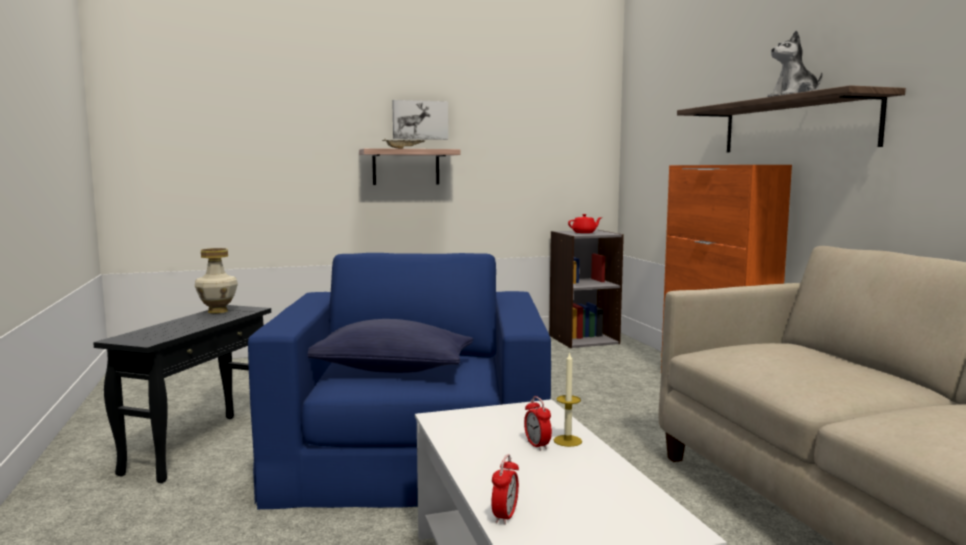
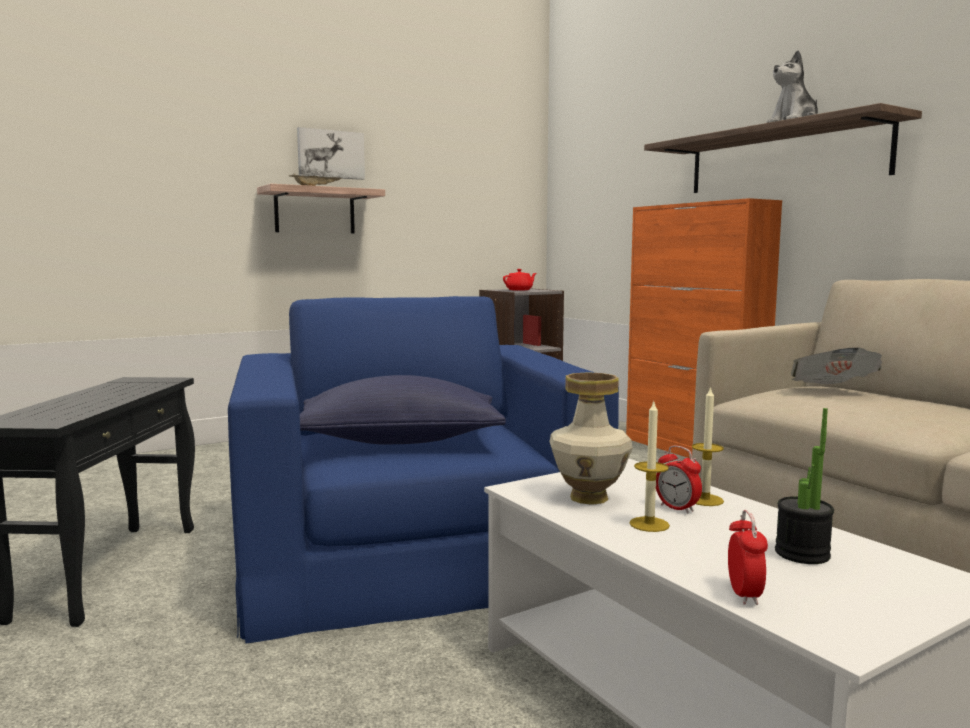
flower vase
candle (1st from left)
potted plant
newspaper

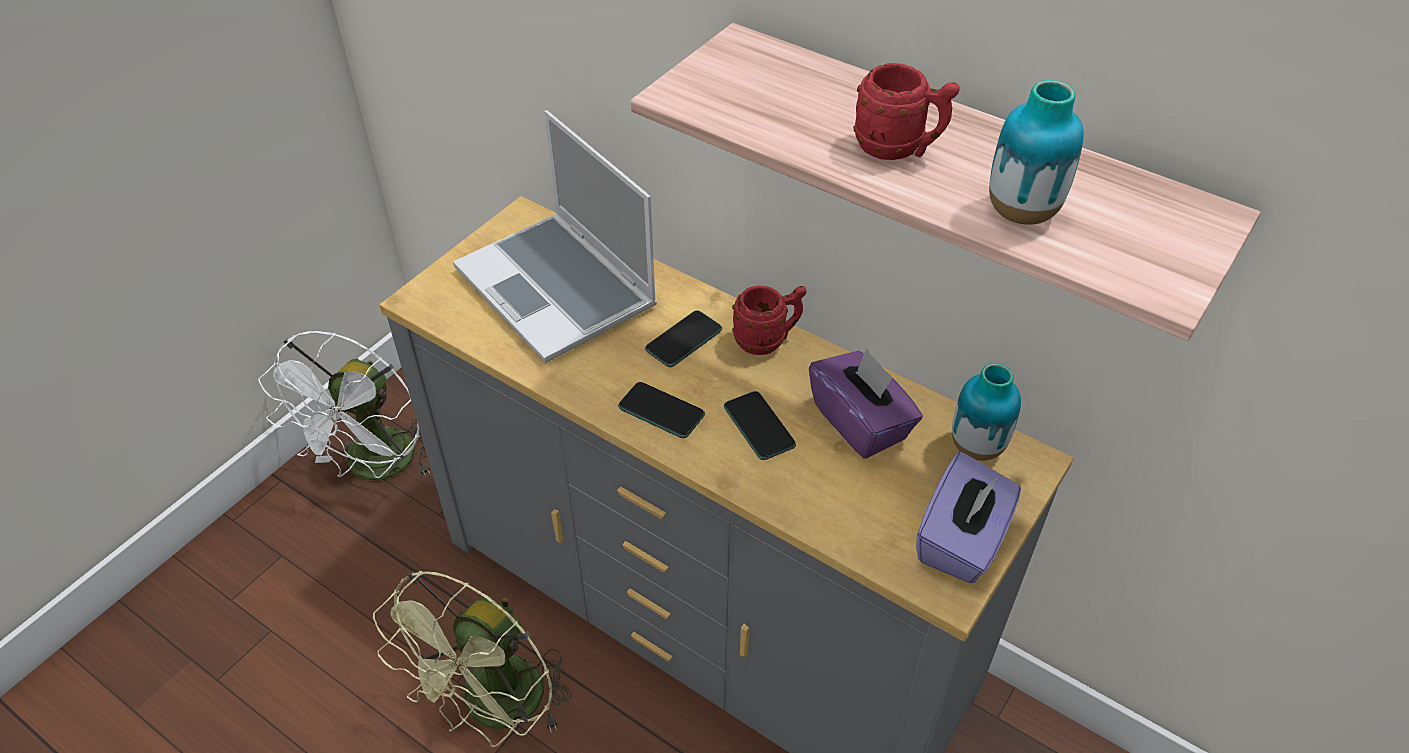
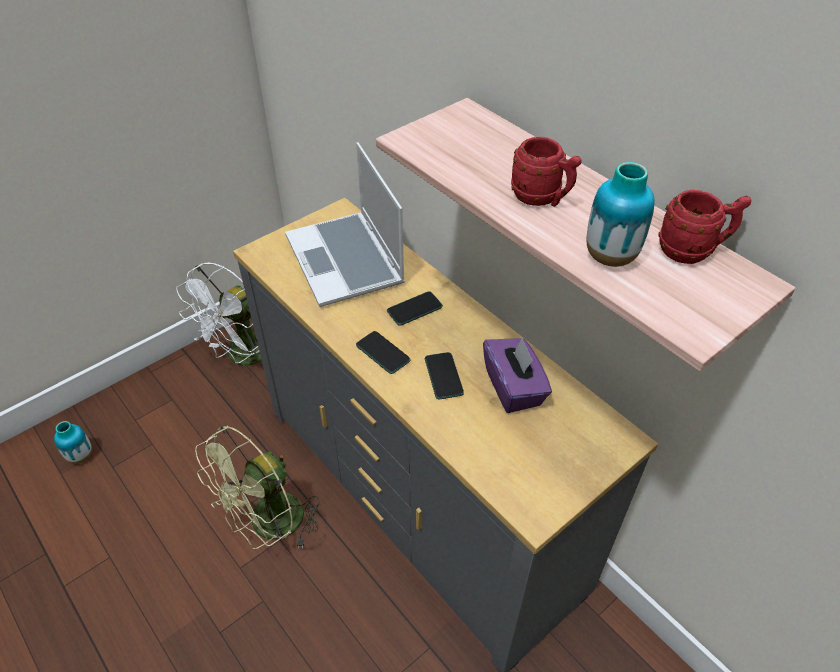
mug in red-coloured (2nd from left)
tissue holder in purple (2nd from left in the first image)
flower vase (1st from left)

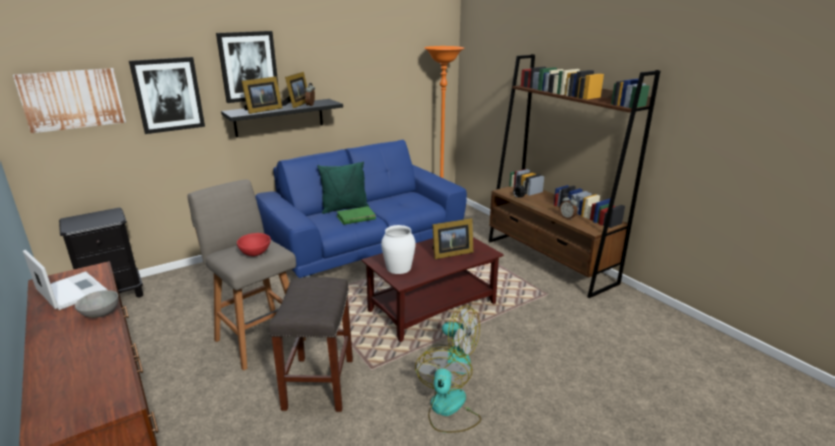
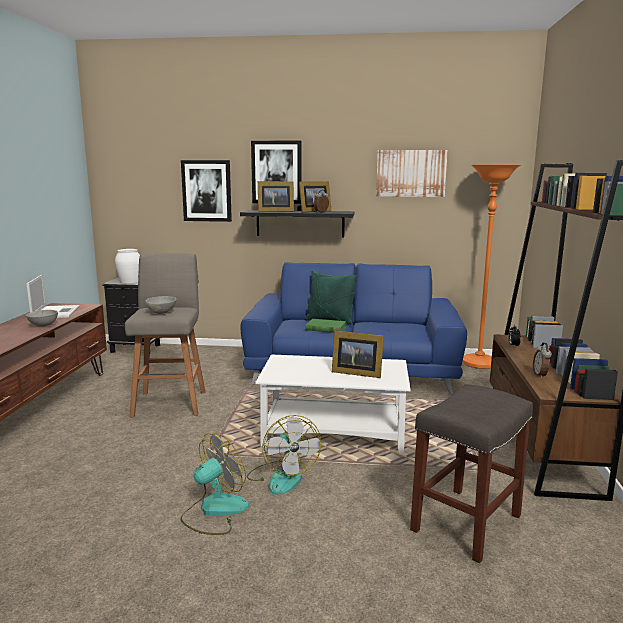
picture (3rd from left)
serving bowl in gray (2nd from left)
stool seat in gray (2nd from left)
low table in white
flower vase in white

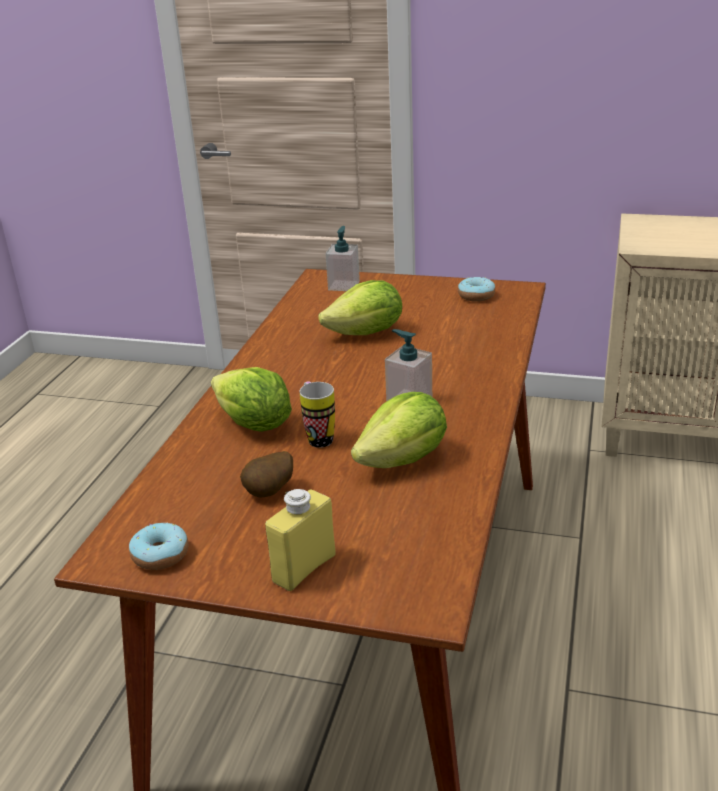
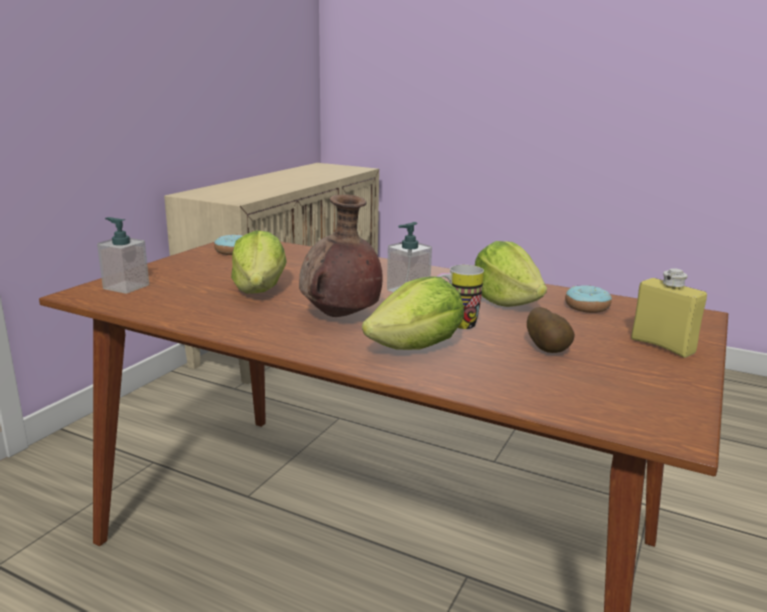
doughnut (2nd from left)
flower vase in brownish

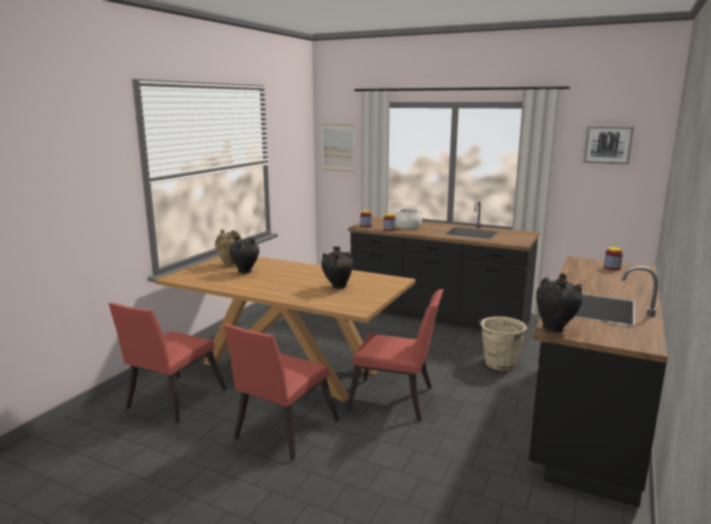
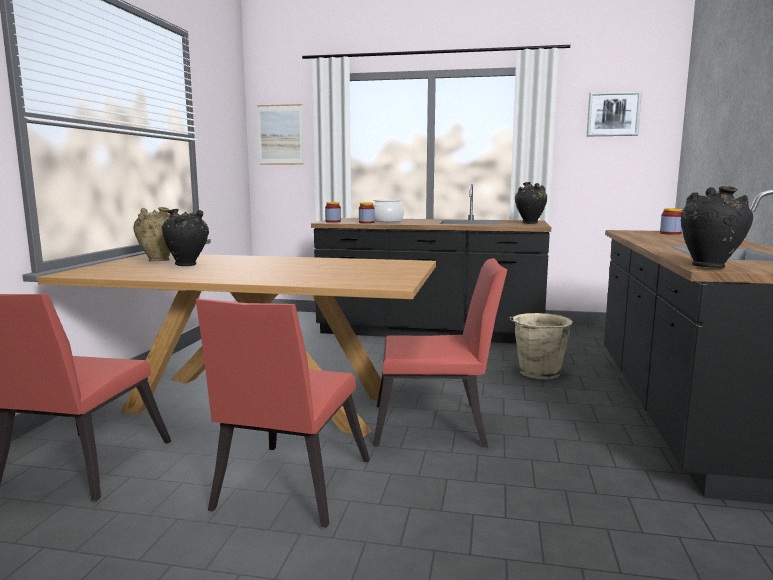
flower vase in blackish (2nd from left)

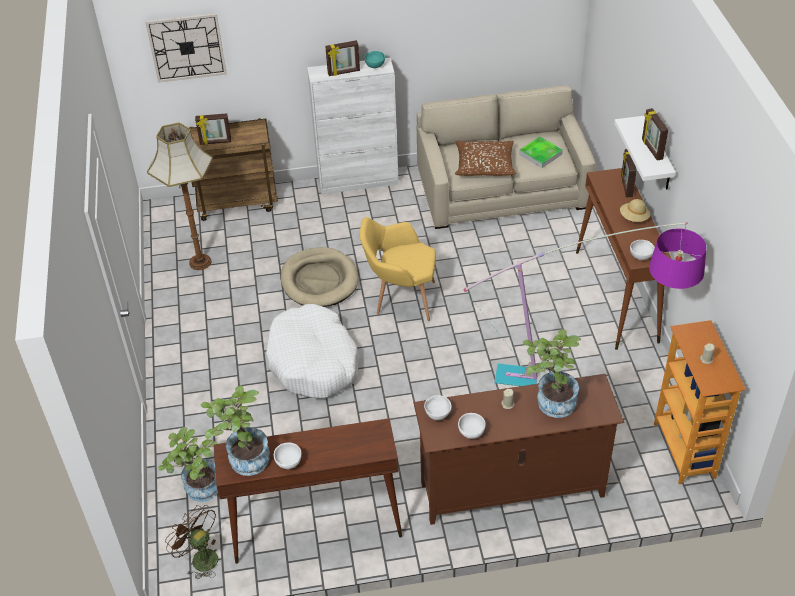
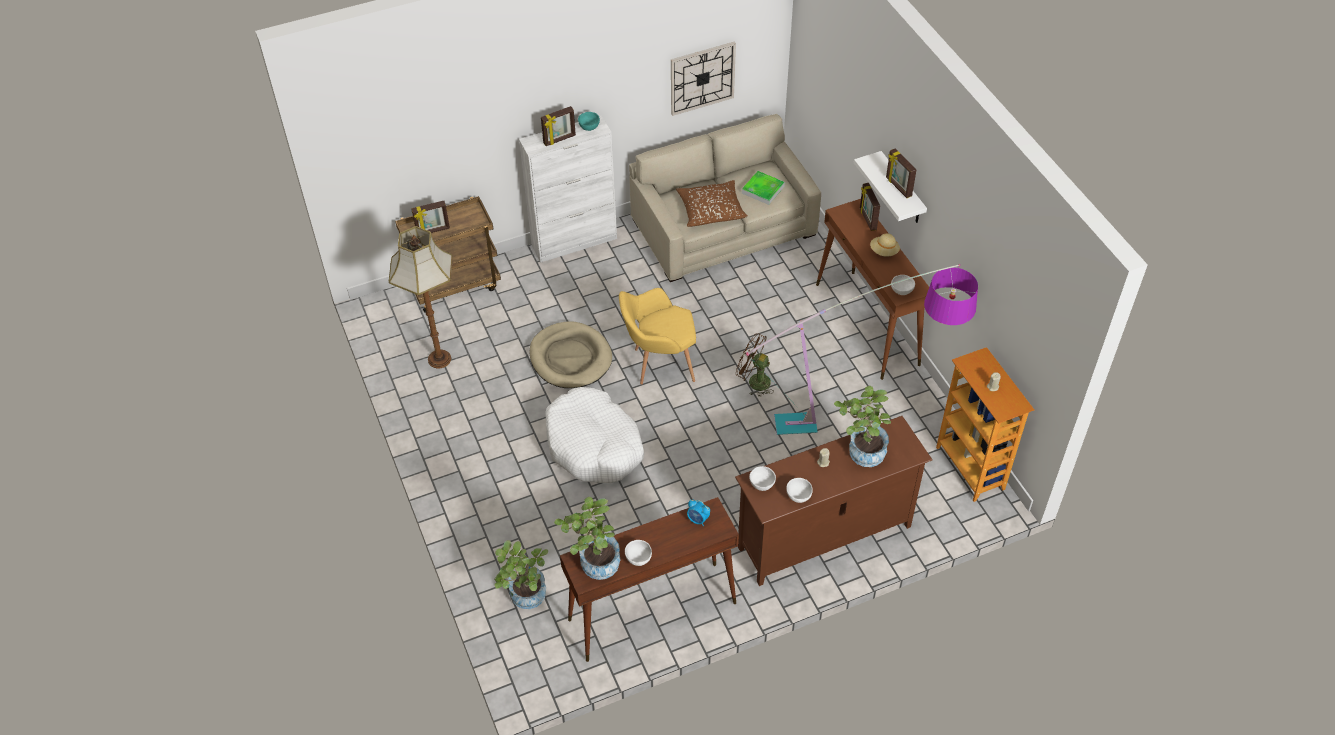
clock on the wall
cooling fan in brownish
alarm clock

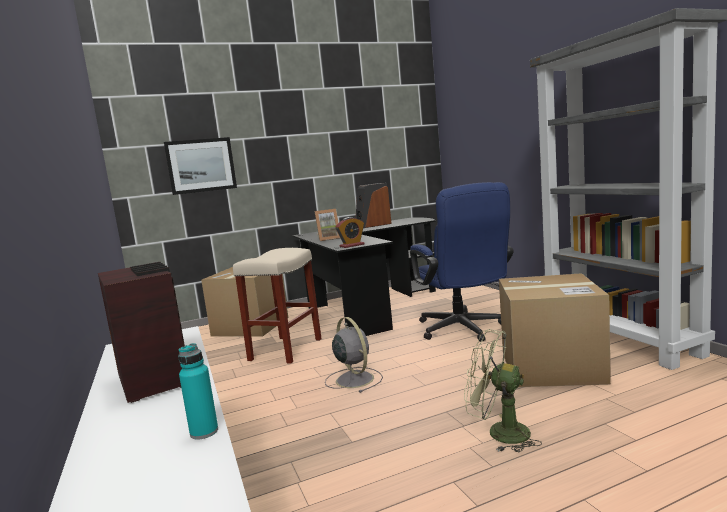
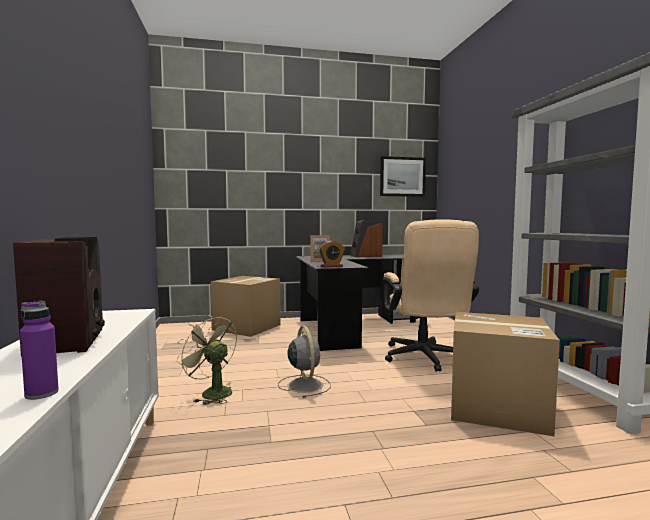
picture
beverage bottle in purple
stool seat in beige
office chair in beige
cooling fan in green

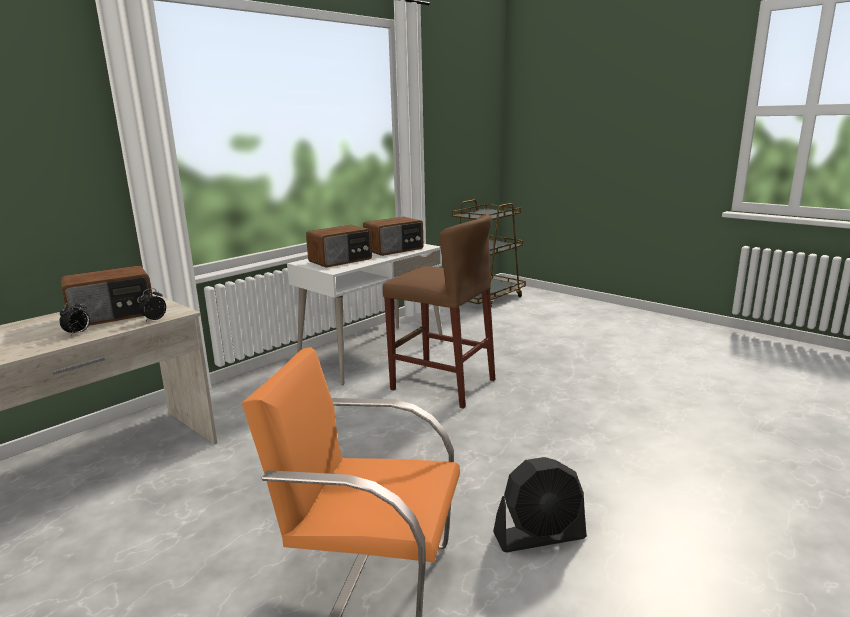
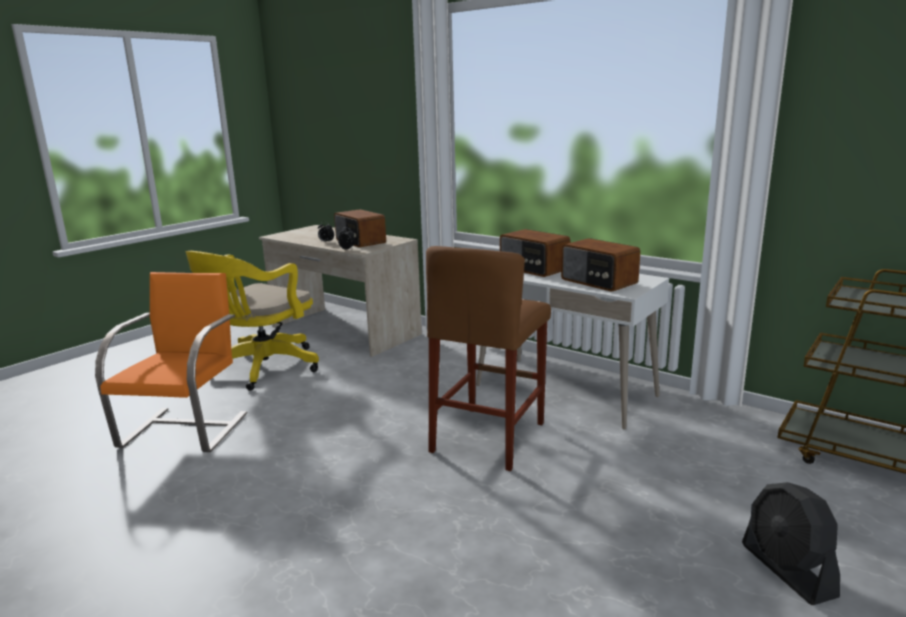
cooling fan in blackish
office chair in yellow-coloured

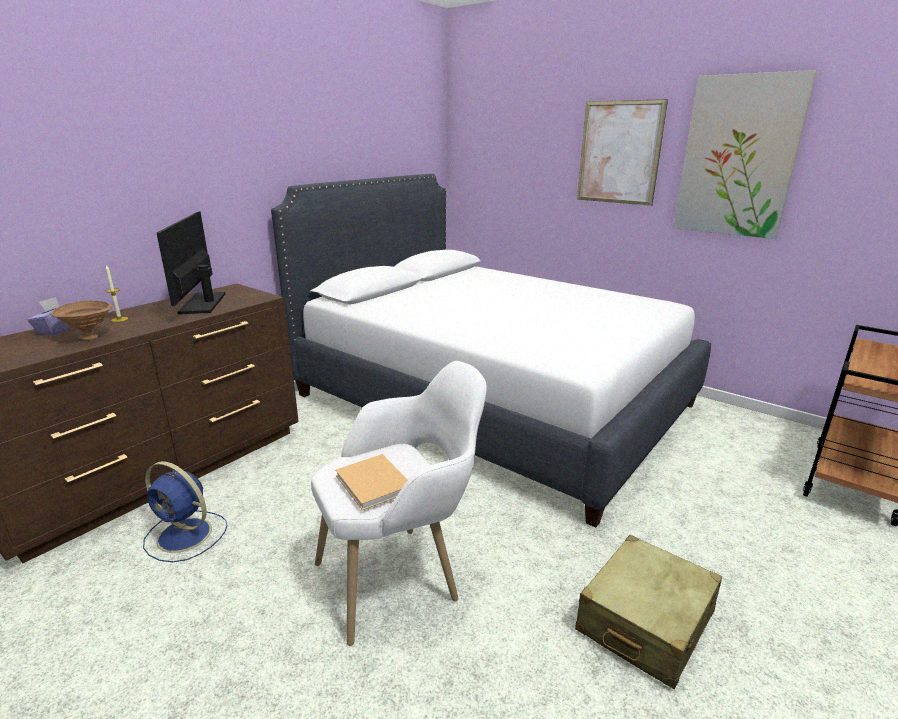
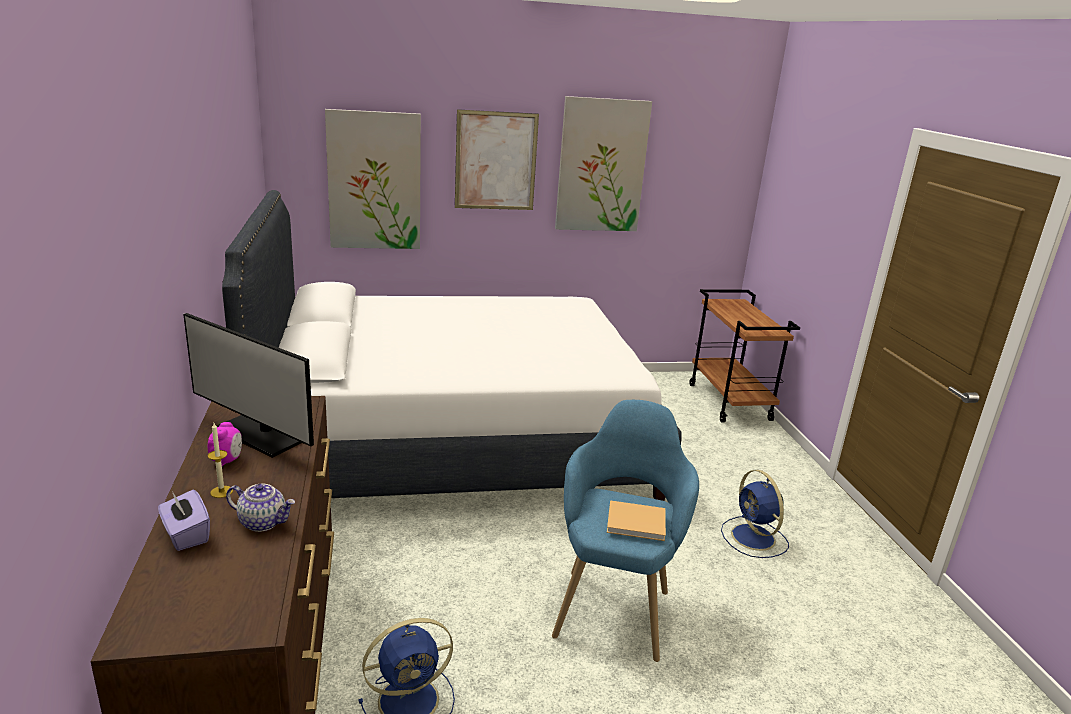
pot for tea
lounge chair in bluish
cooling fan in bluish (2nd from left)
alarm clock
picture (1st from left)

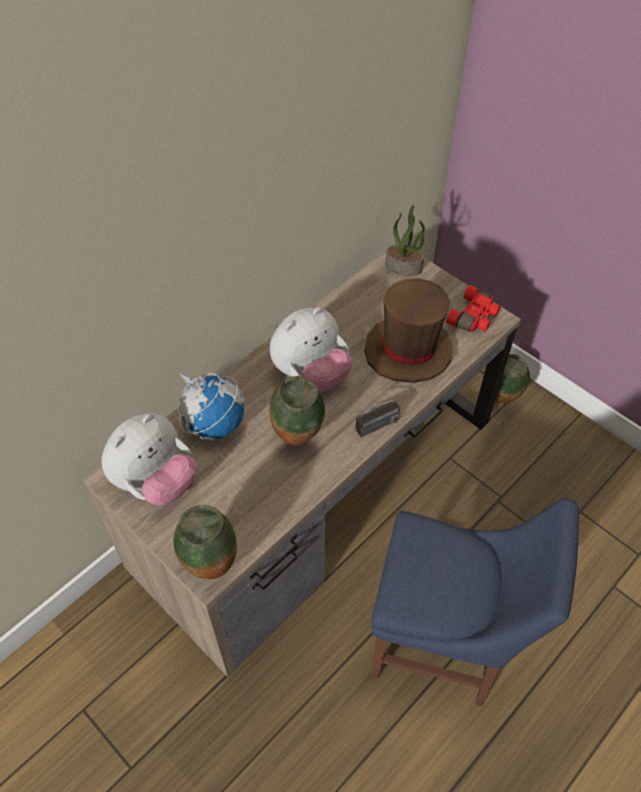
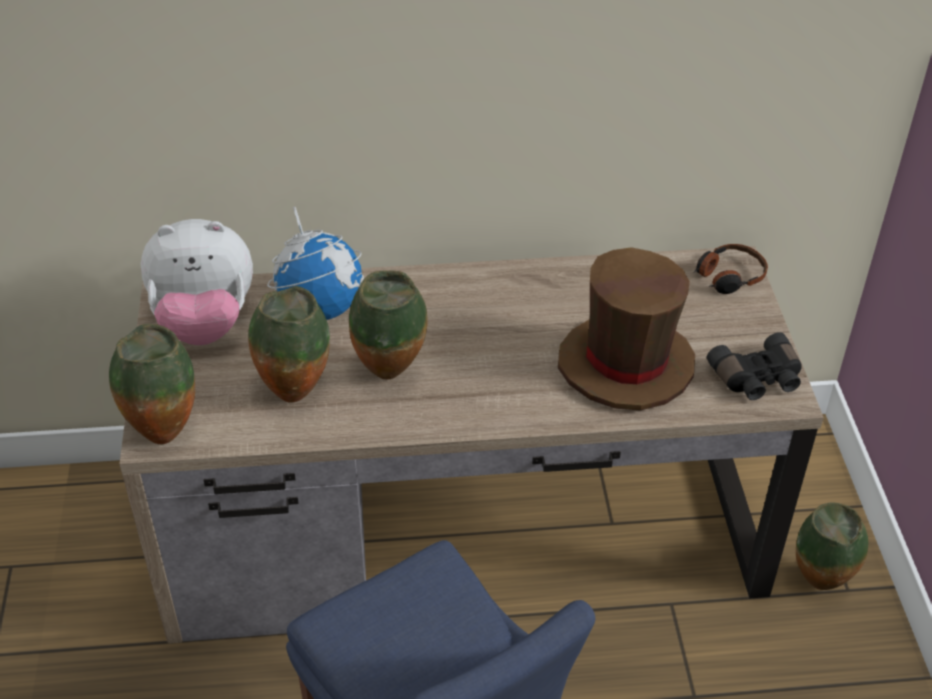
cuddly toy (2nd from left in the first image)
radio
headset
field glasses in blackish
flower vase (2nd from left)

